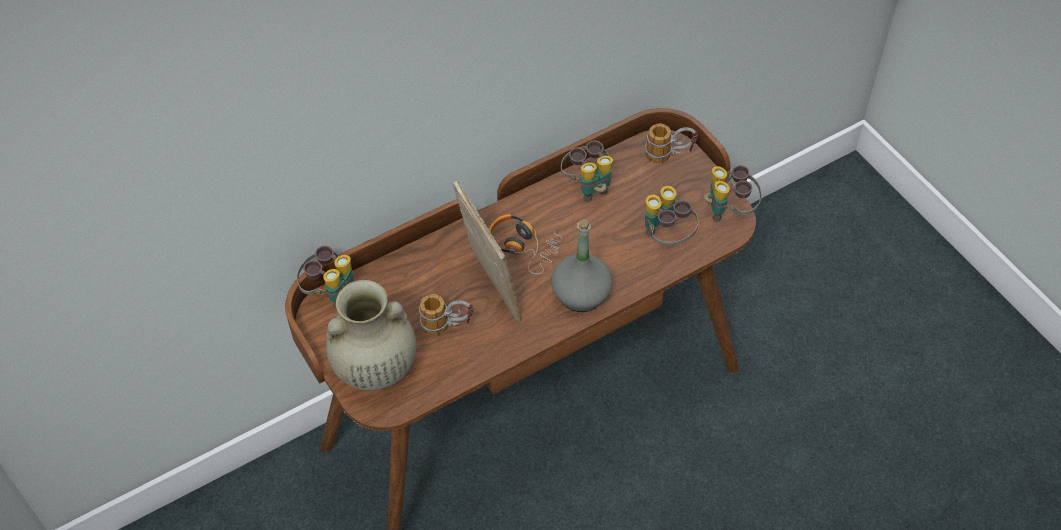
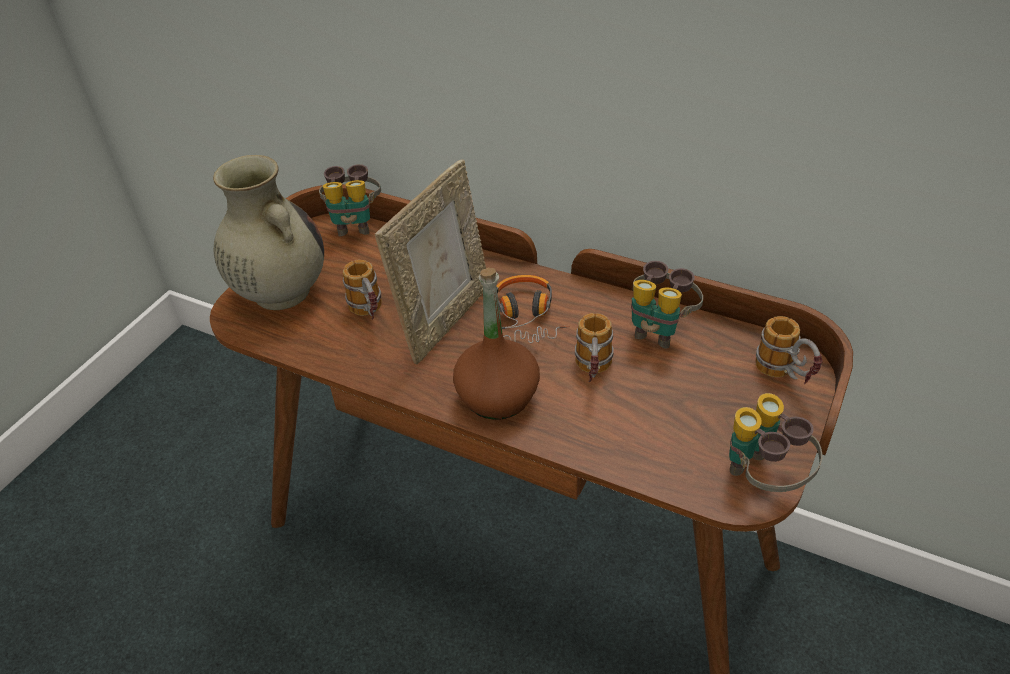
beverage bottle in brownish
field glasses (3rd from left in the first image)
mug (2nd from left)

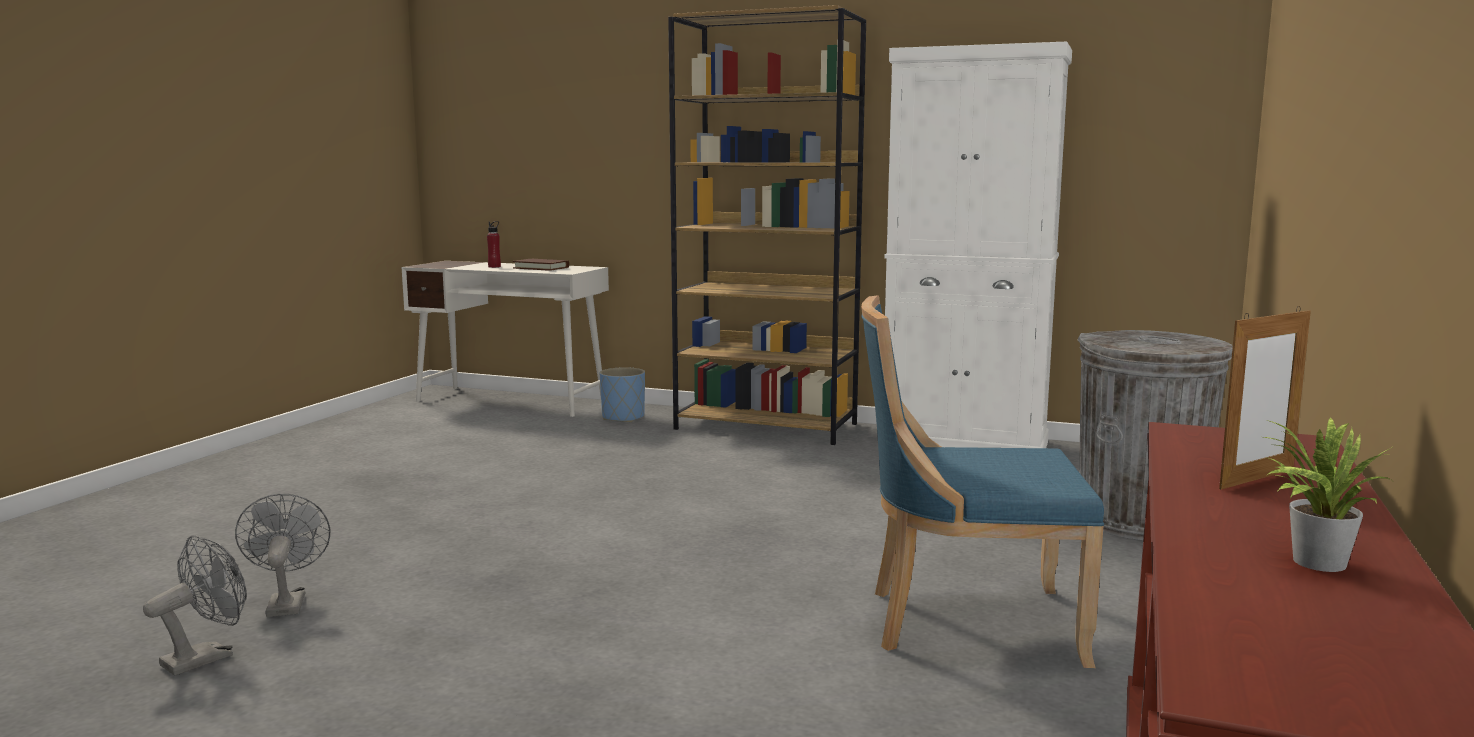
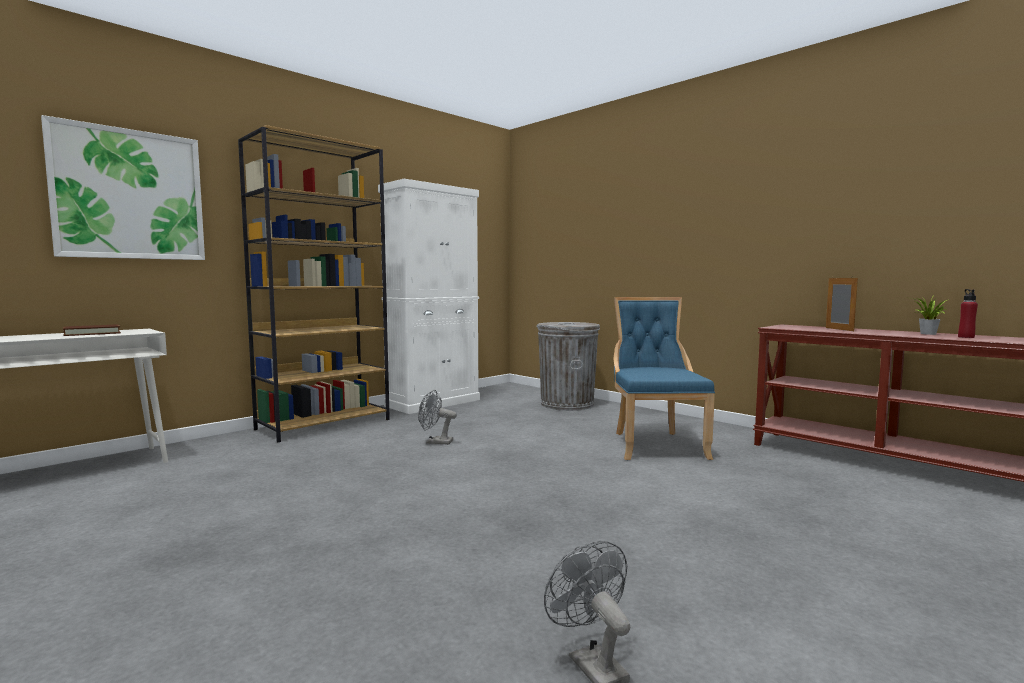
cooling fan in gray (1st from left)
beverage bottle in red-coloured
planter in bluish
chair in bluish
picture

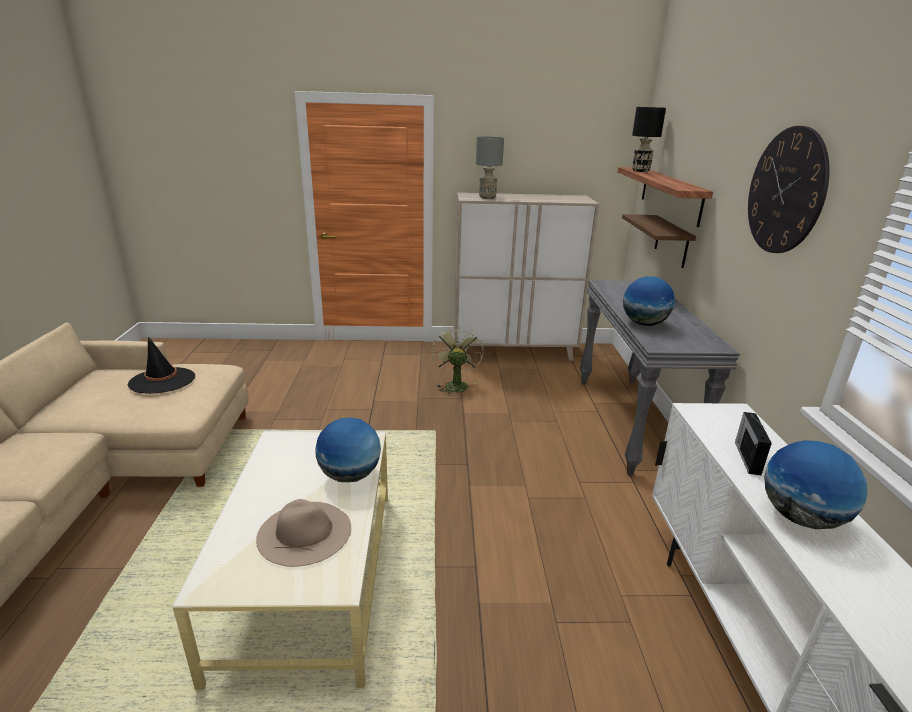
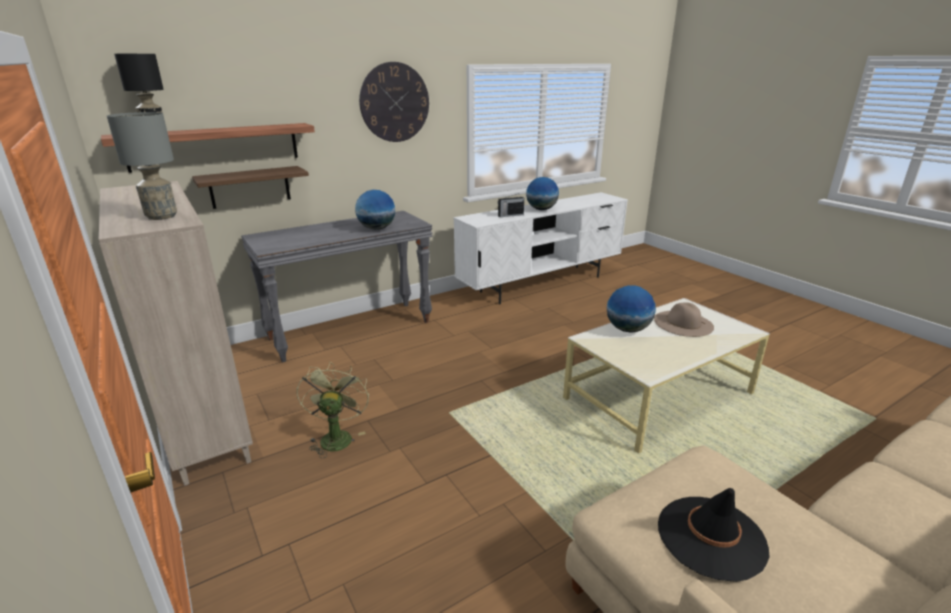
cooling fan in green

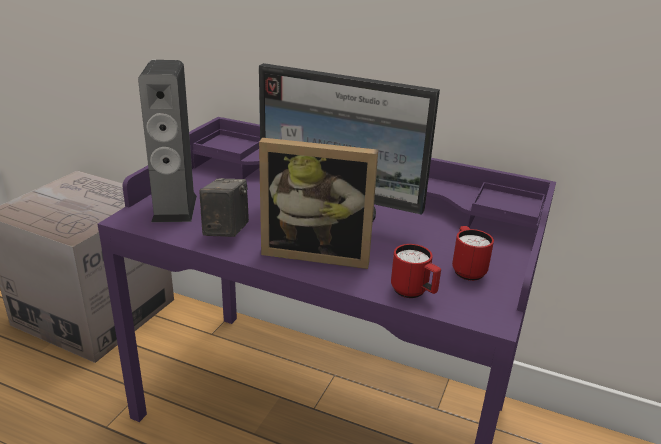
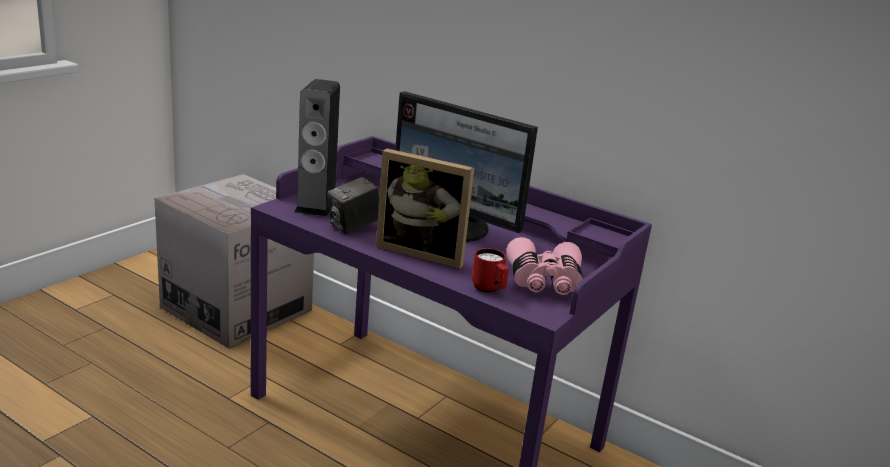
still camera
field glasses in pink-coloured

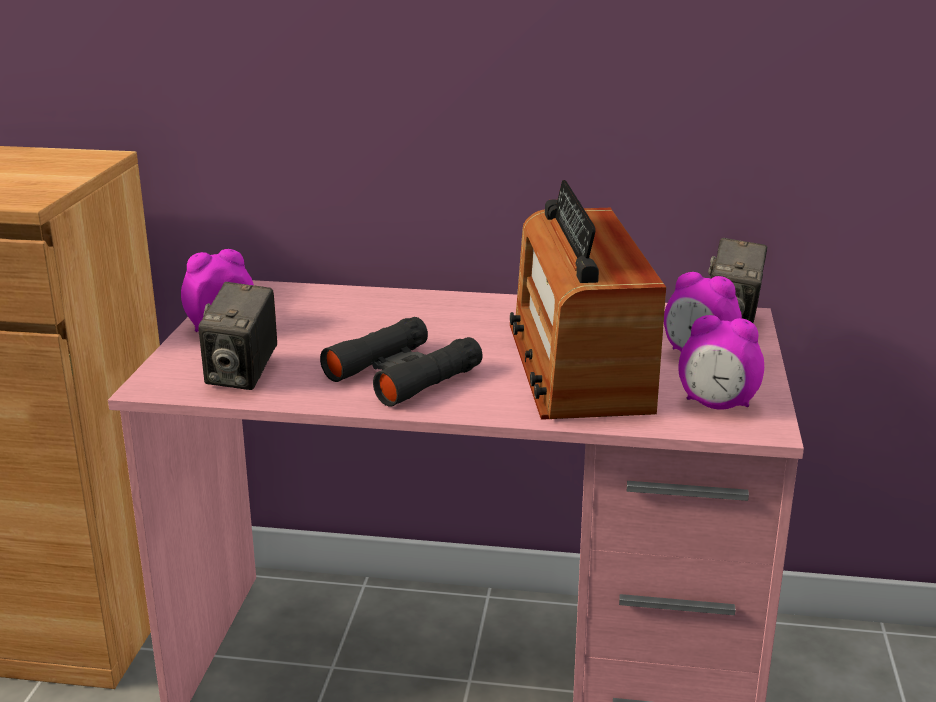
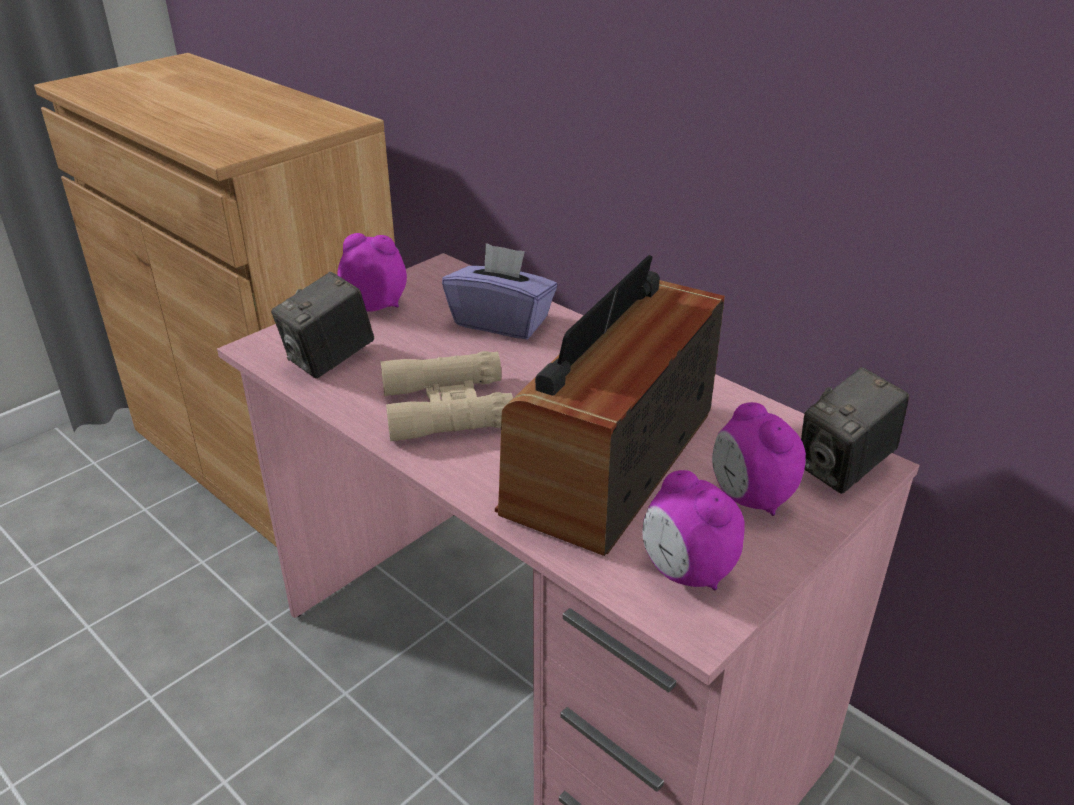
field glasses in beige
tissue holder in purple

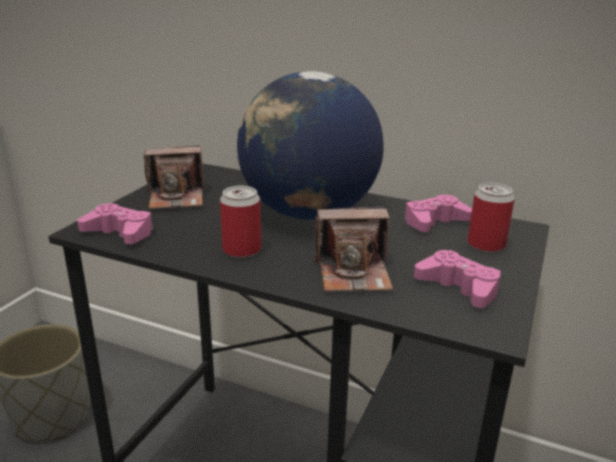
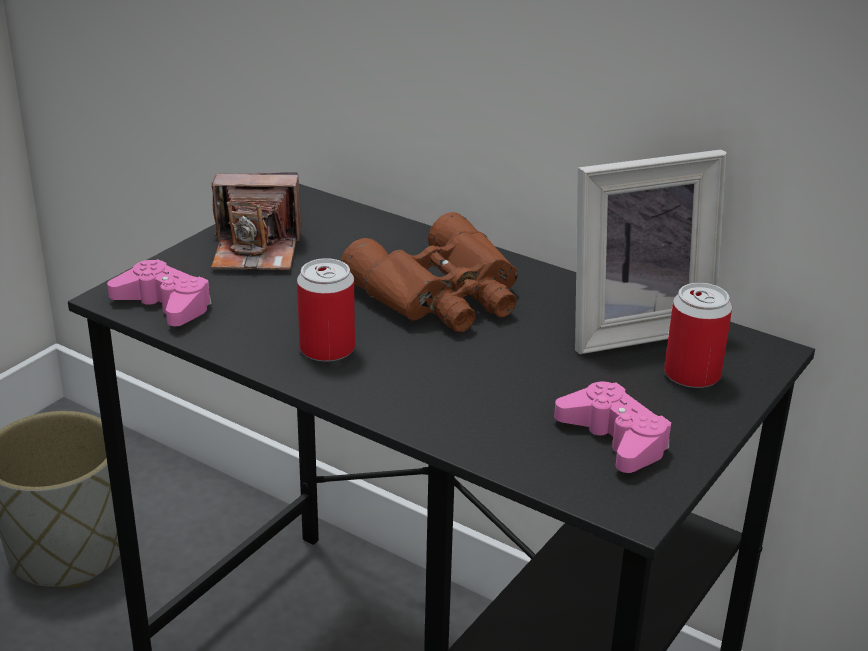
field glasses in brownish
still camera (2nd from left in the first image)
photo frame

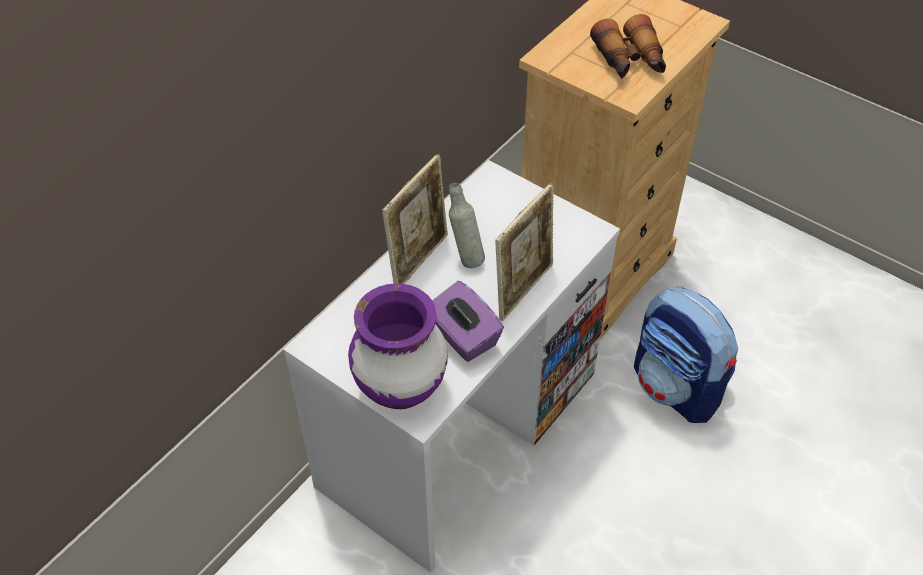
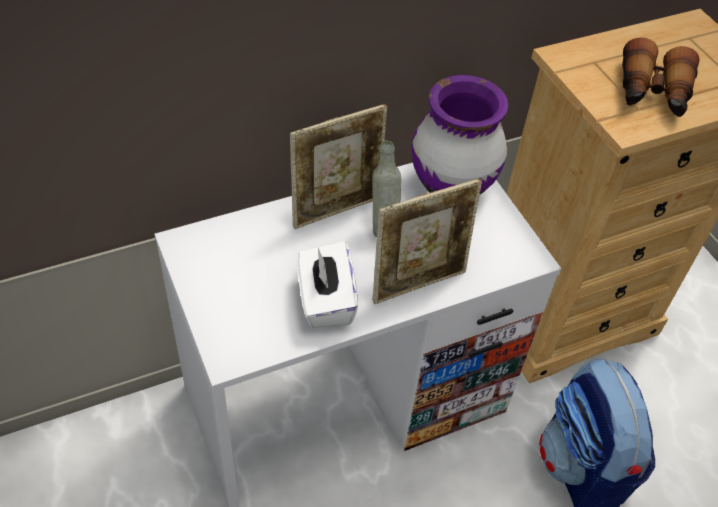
flower vase in purple
tissue holder in white

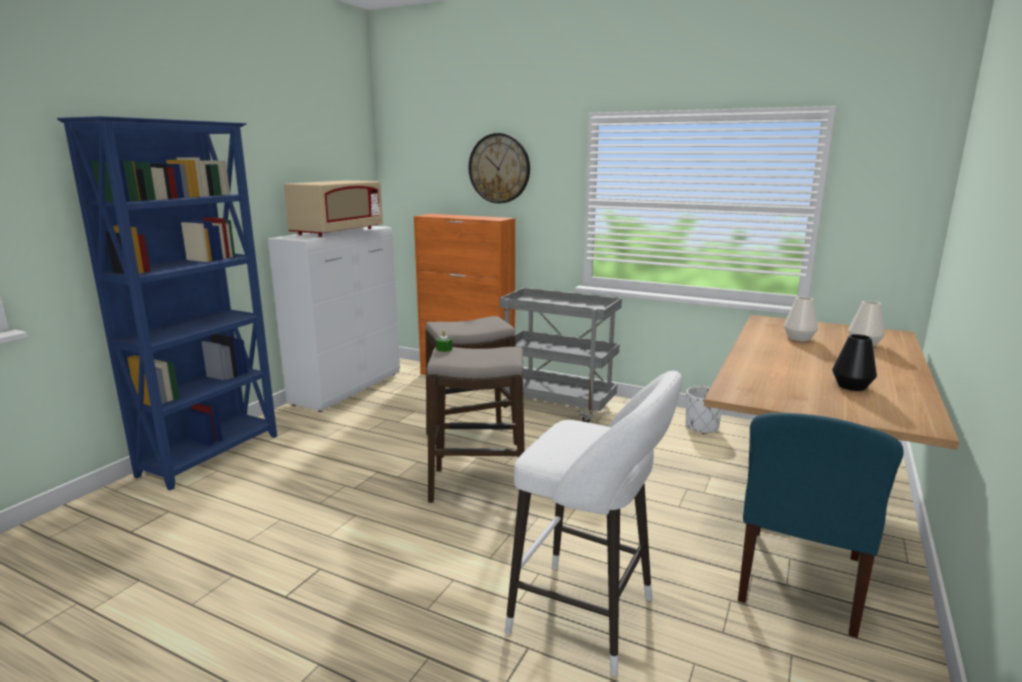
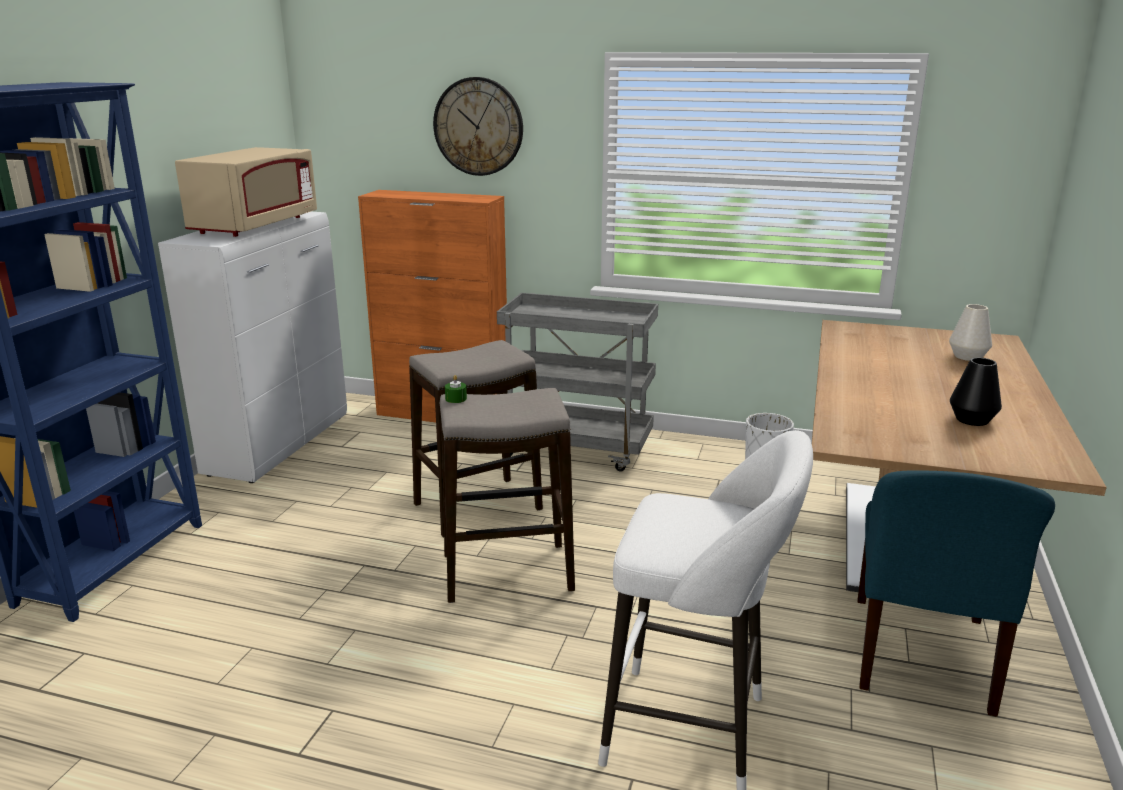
flower vase in white (1st from left in the first image)

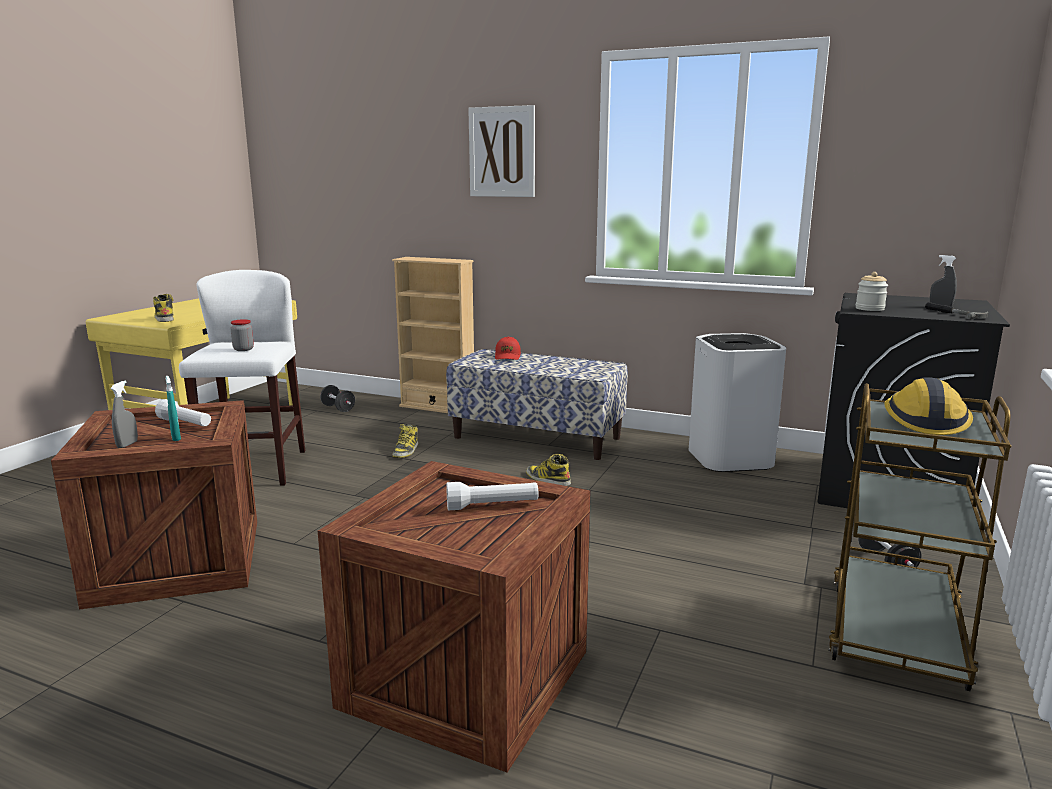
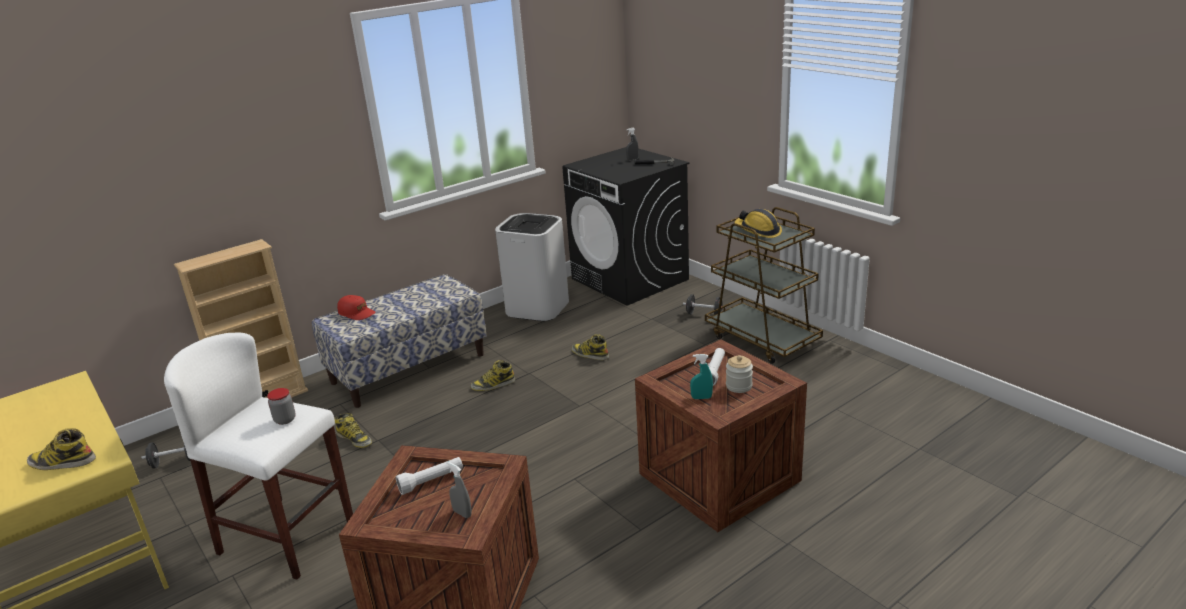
hand sprayer in blue-green
picture
storage jar (2nd from left)
tall boot (4th from left)

